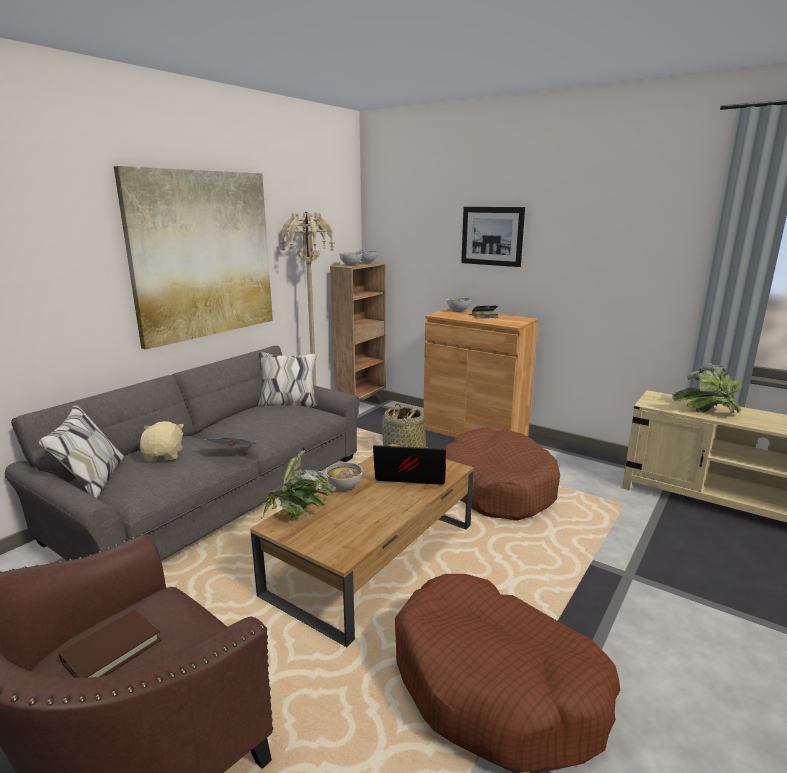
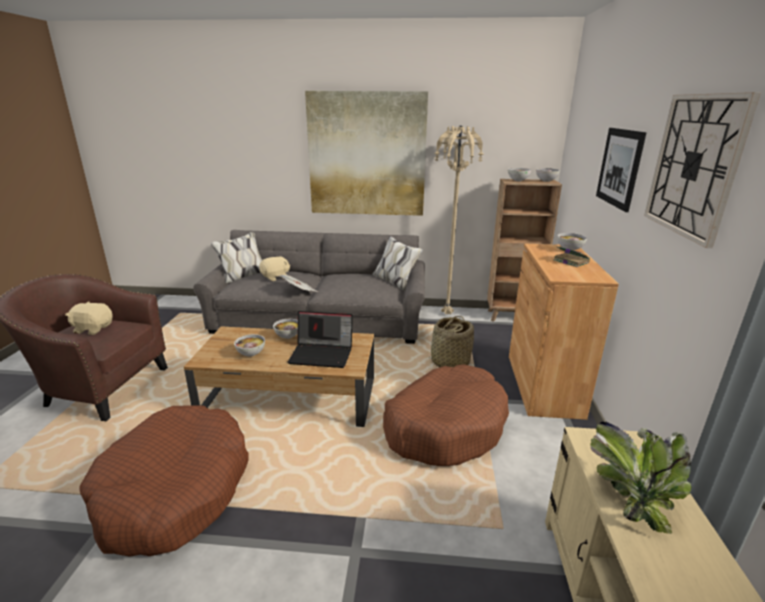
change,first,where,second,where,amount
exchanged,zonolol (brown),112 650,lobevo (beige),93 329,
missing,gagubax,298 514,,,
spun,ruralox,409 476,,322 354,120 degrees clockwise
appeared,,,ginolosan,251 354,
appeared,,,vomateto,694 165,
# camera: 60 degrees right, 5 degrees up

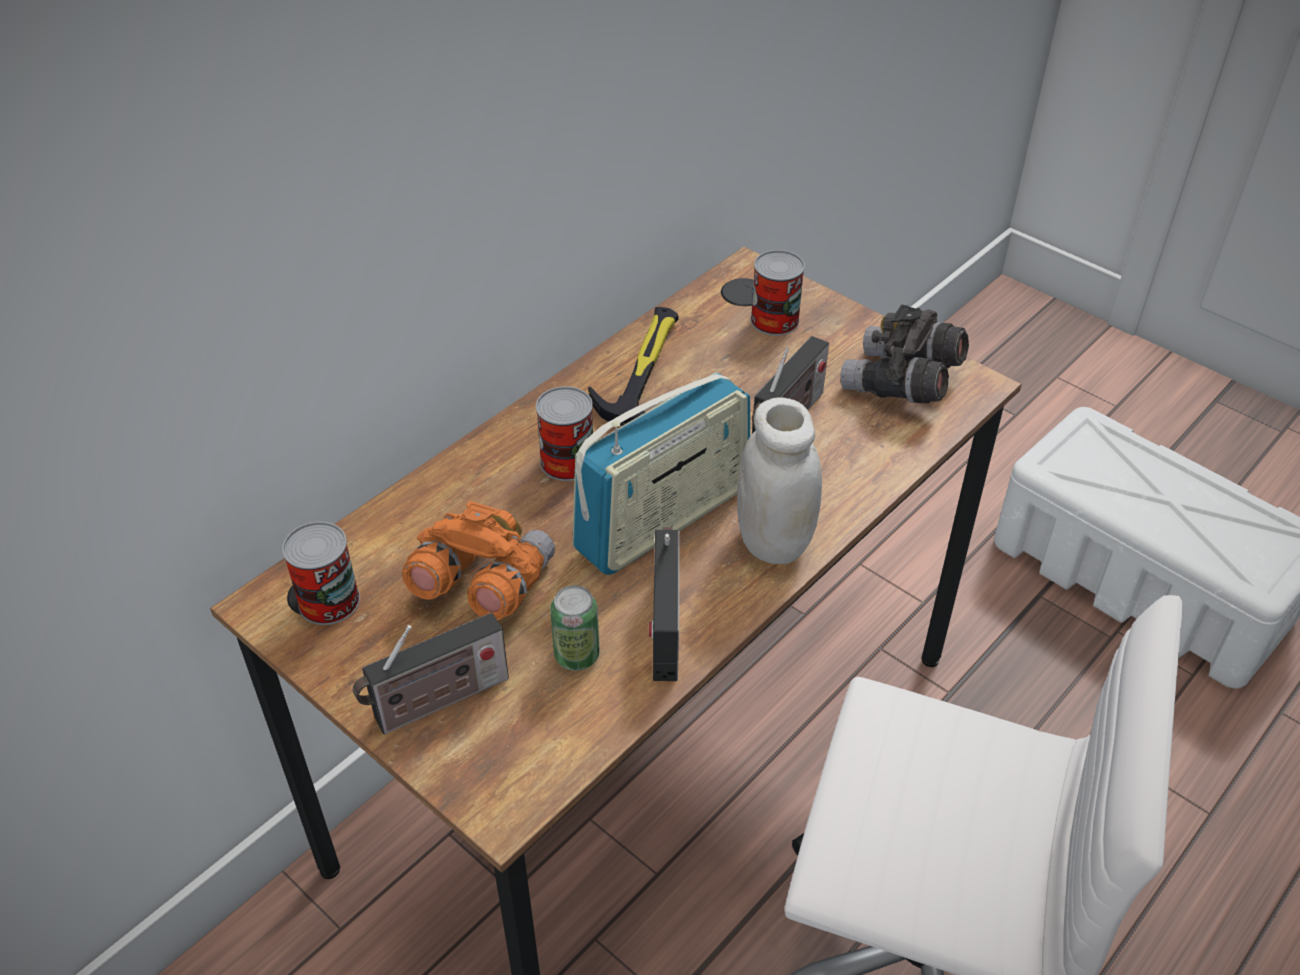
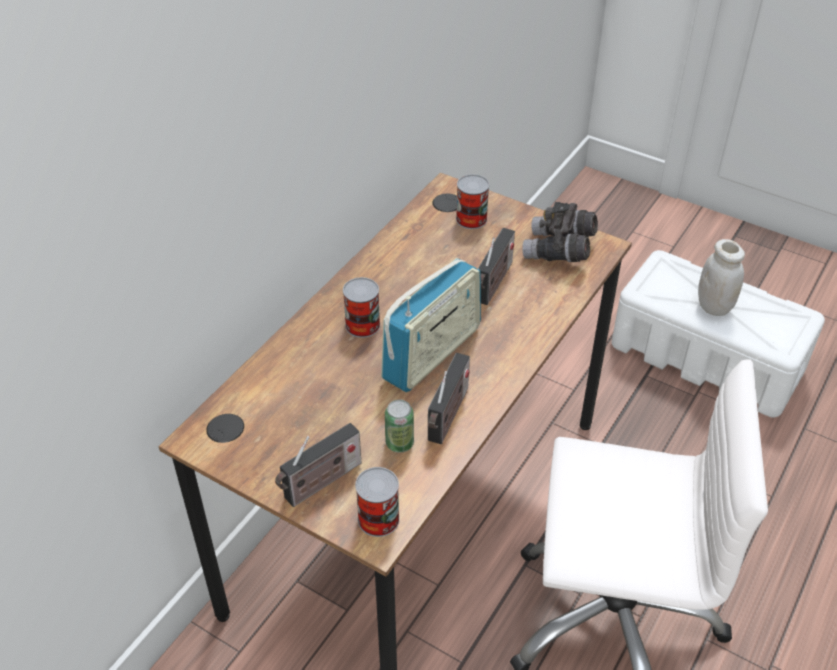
change,first,where,second,where,amount
relocated,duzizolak,329 601,,378 519,
missing,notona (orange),482 585,,,
missing,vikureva,644 369,,,
spun,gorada,663 623,,448 417,150 degrees counterclockwise
relocated,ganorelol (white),774 542,,714 306,
# camera: 10 degrees left, 0 degrees up

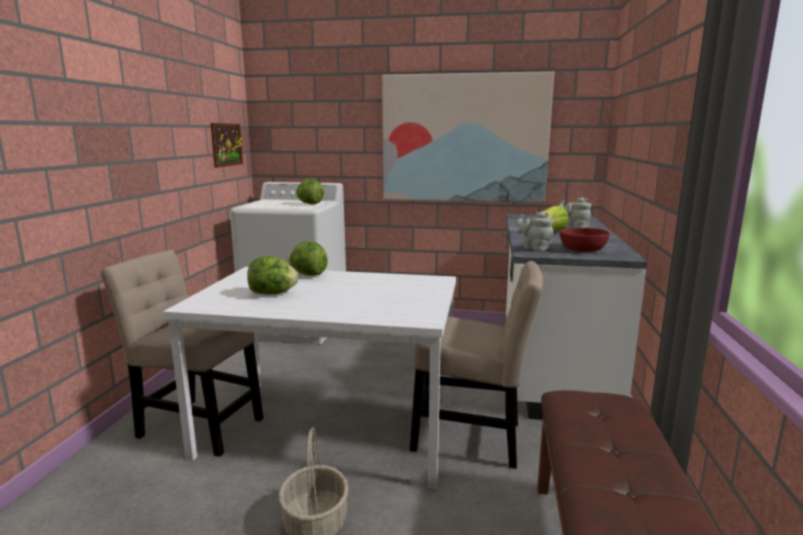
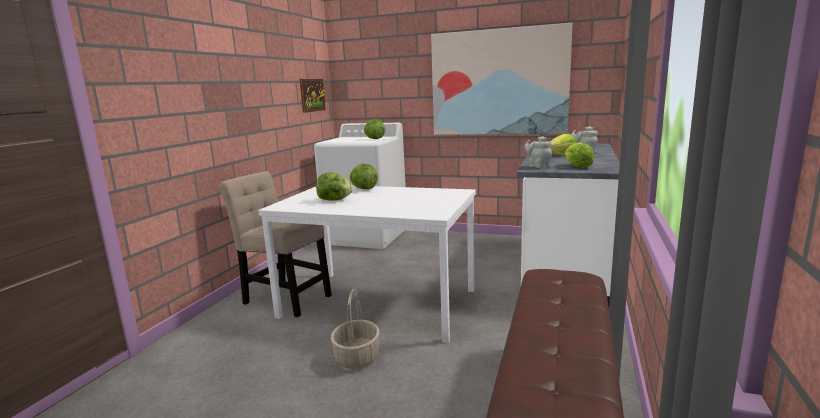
change,first,where,second,where,amount
missing,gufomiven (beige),473 438,,,
exchanged,ginolosan (red),582 249,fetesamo,577 166,
# camera: 10 degrees right, 0 degrees up

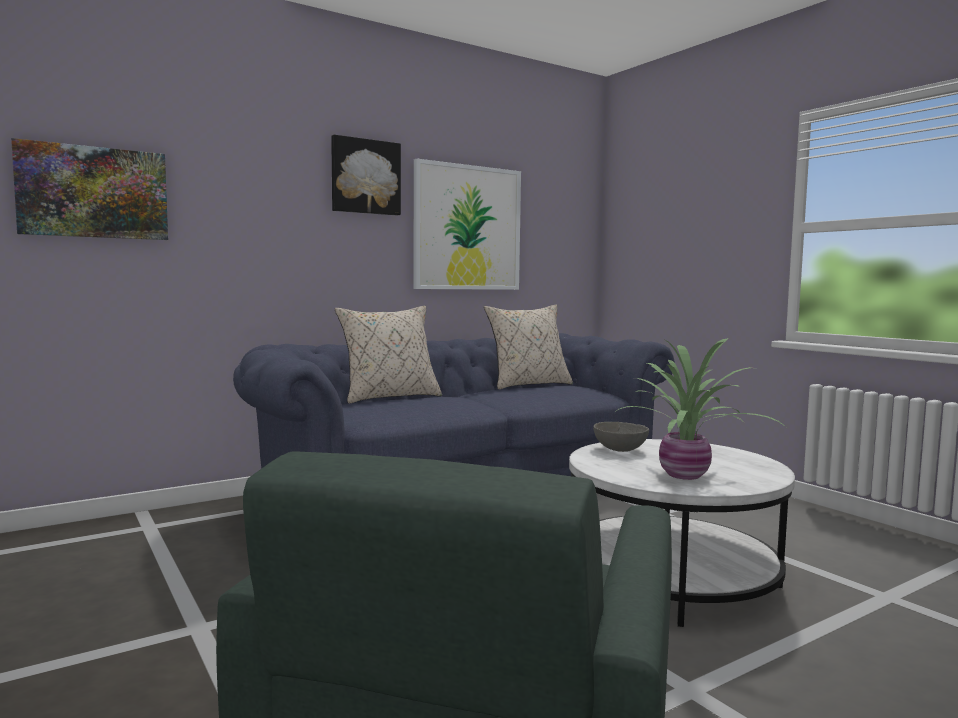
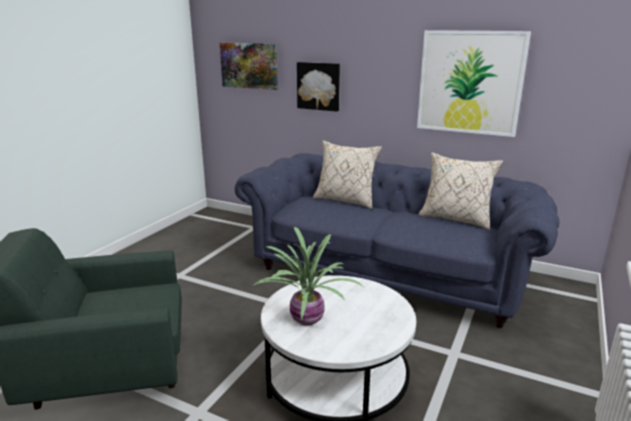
change,first,where,second,where,amount
relocated,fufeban,365 177,,319 86,
missing,ginolosan (grey),619 449,,,
# camera: 60 degrees right, 15 degrees up

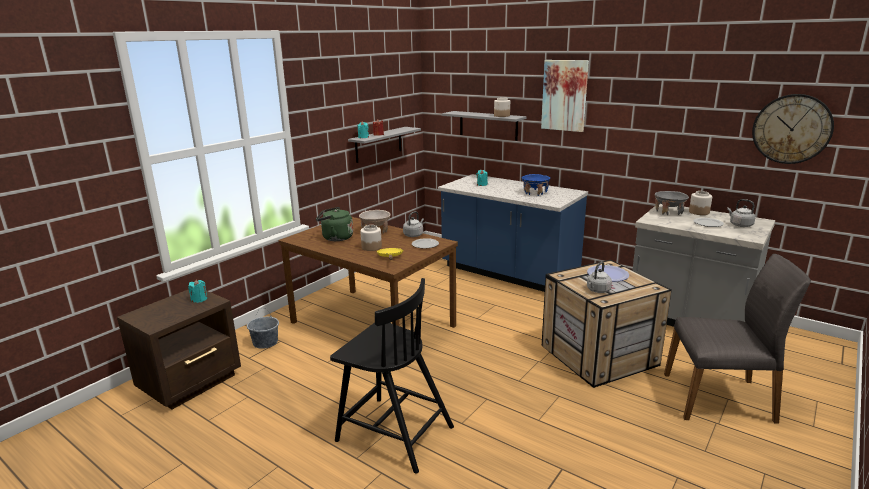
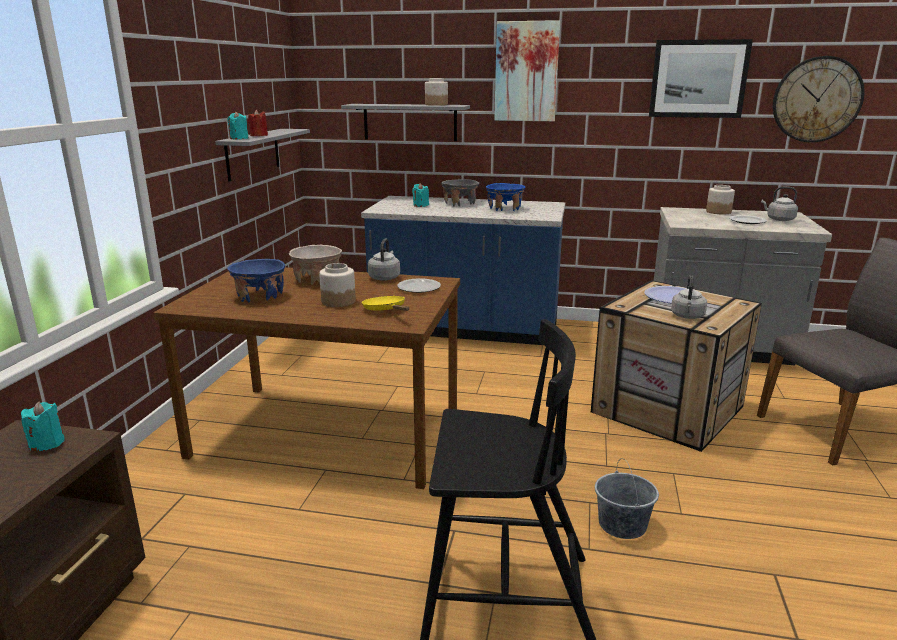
change,first,where,second,where,amount
relocated,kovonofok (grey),265 342,,622 525,
exchanged,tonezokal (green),335 238,ginolosan (blue),259 296,
relocated,ginolosan (grey),669 212,,459 204,
appeared,,,fufeban,698 79,
# camera: 25 degrees left, 0 degrees up

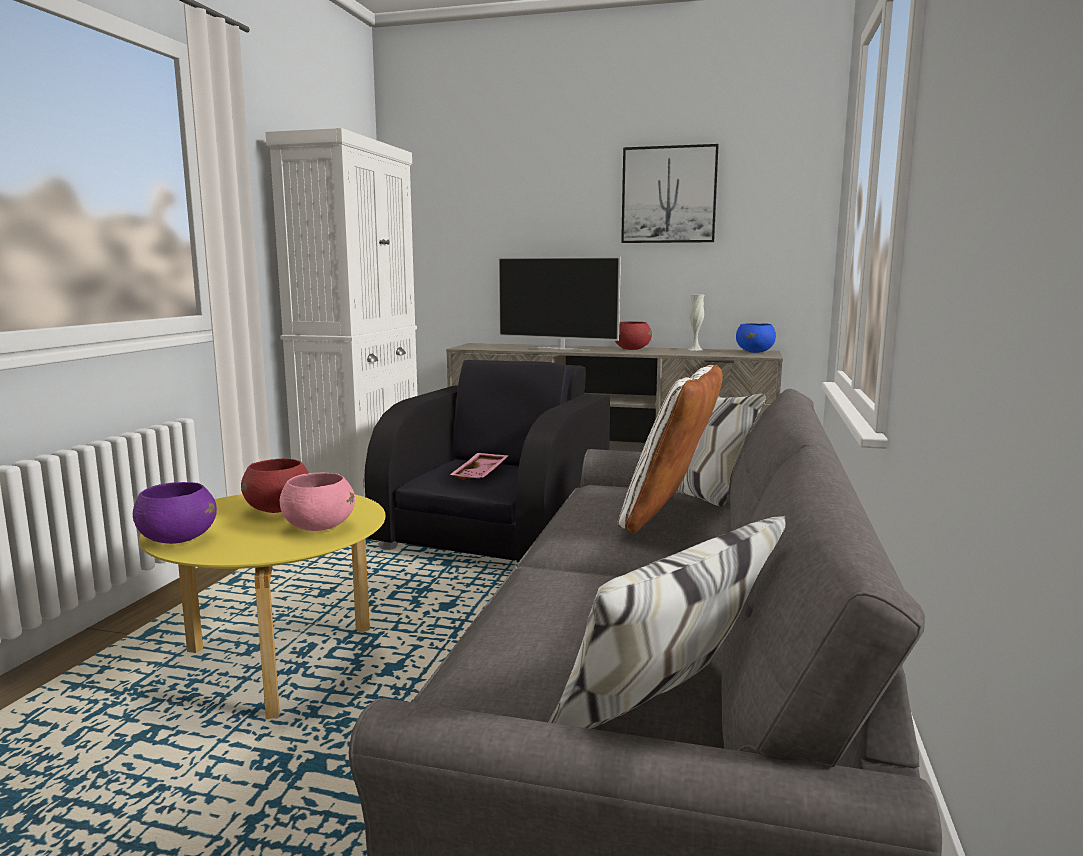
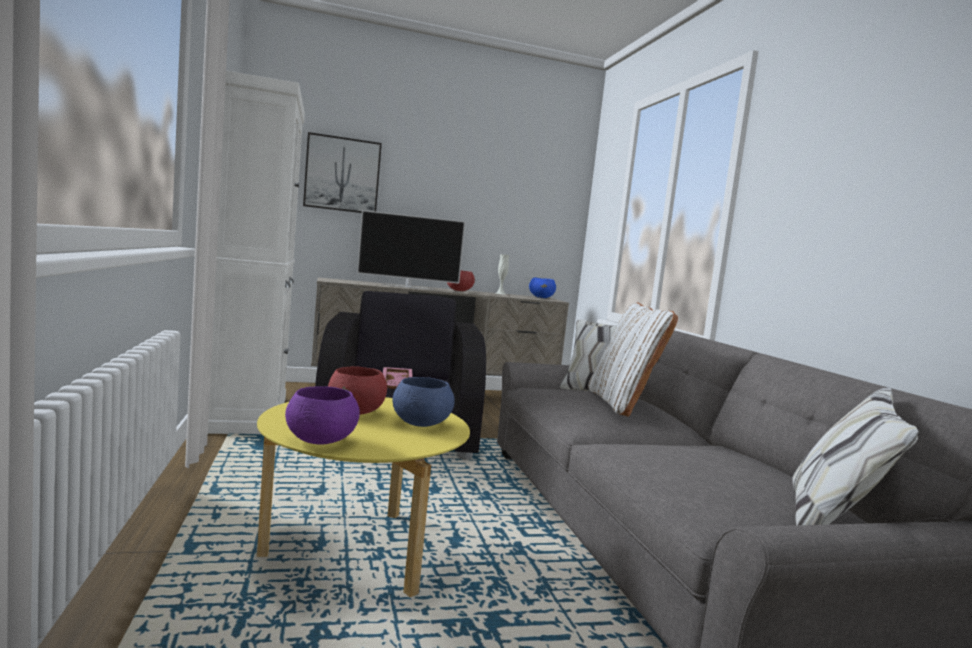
change,first,where,second,where,amount
colour,ginolosan (pink),318 527,ginolosan (blue),421 424,
relocated,fufeban,669 195,,342 174,
# camera: 30 degrees left, 5 degrees down

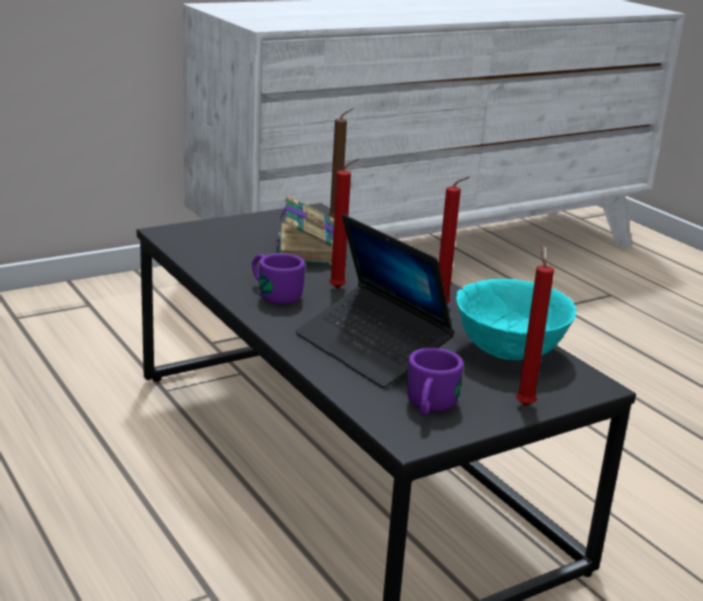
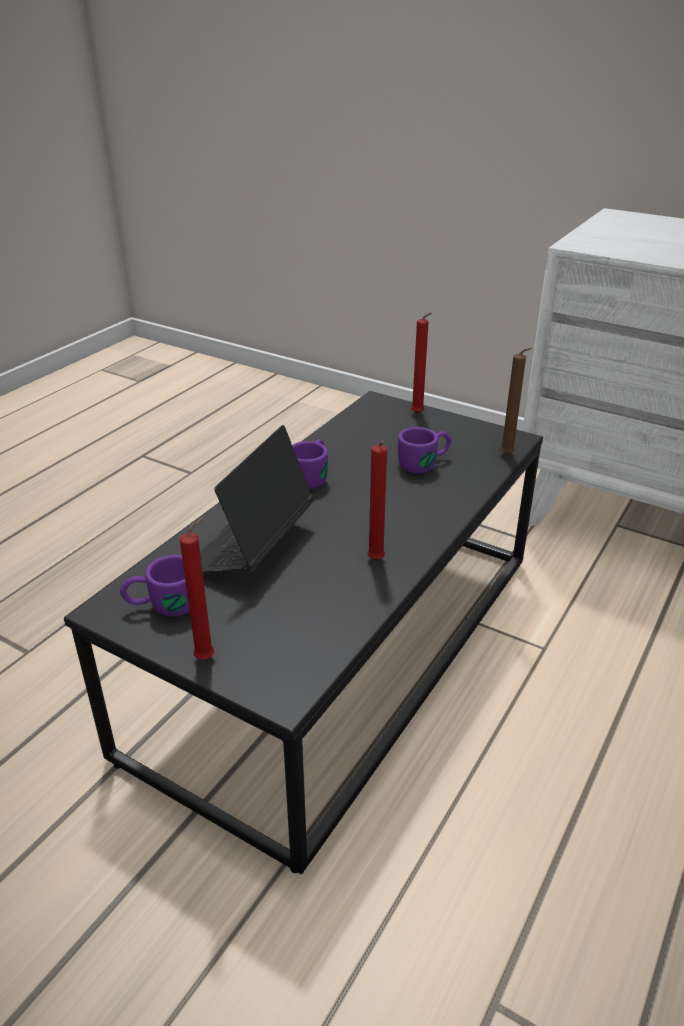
change,first,where,second,where,amount
exchanged,zonolol,310 249,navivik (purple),425 463,
relocated,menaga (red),340 288,,418 414,
missing,ginolosan (turquoise),510 351,,,
# camera: 65 degrees right, 10 degrees up

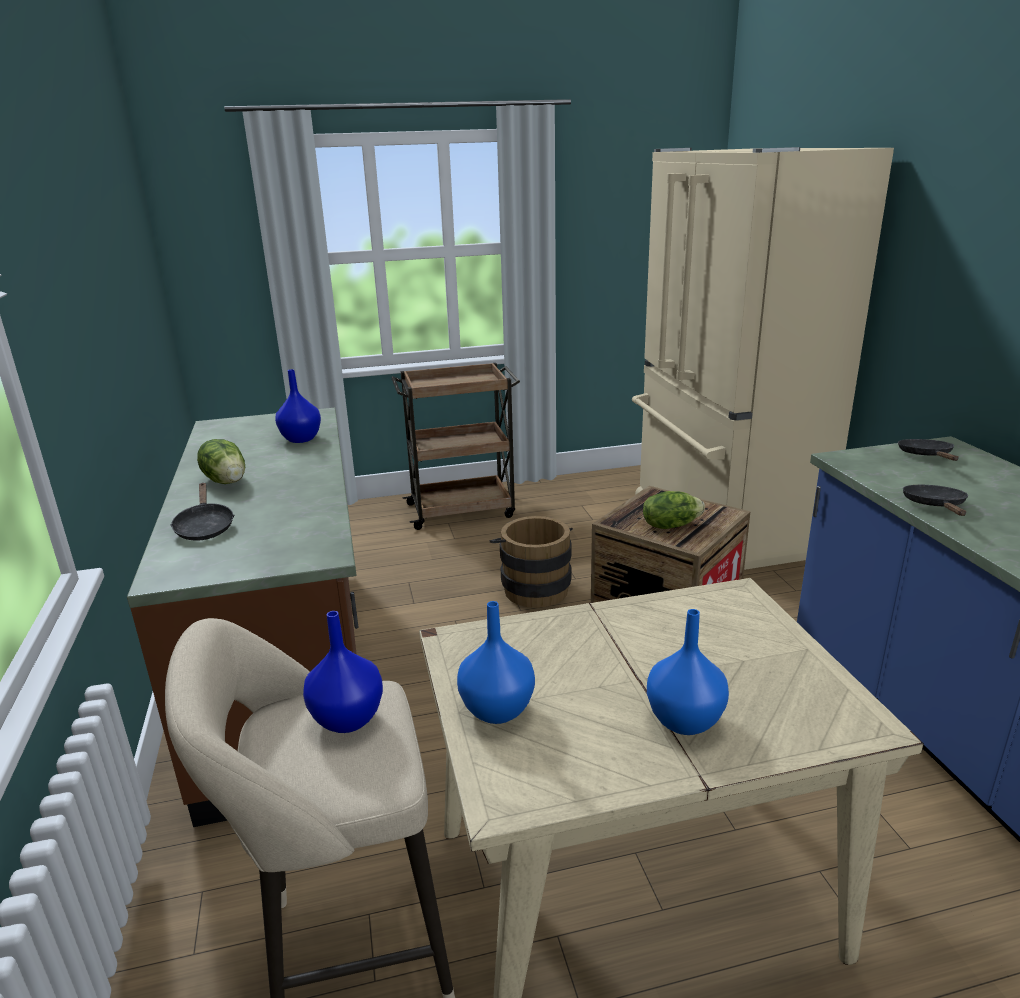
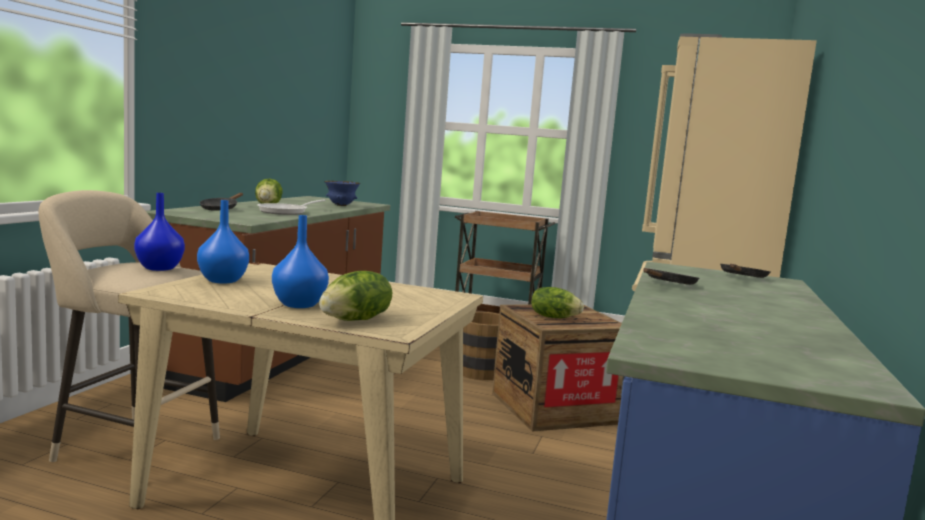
change,first,where,second,where,amount
exchanged,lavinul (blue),301 438,ginolosan (blue),341 205,
appeared,,,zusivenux,286 212,
appeared,,,fetesamo,356 320,
# camera: 30 degrees right, 15 degrees down

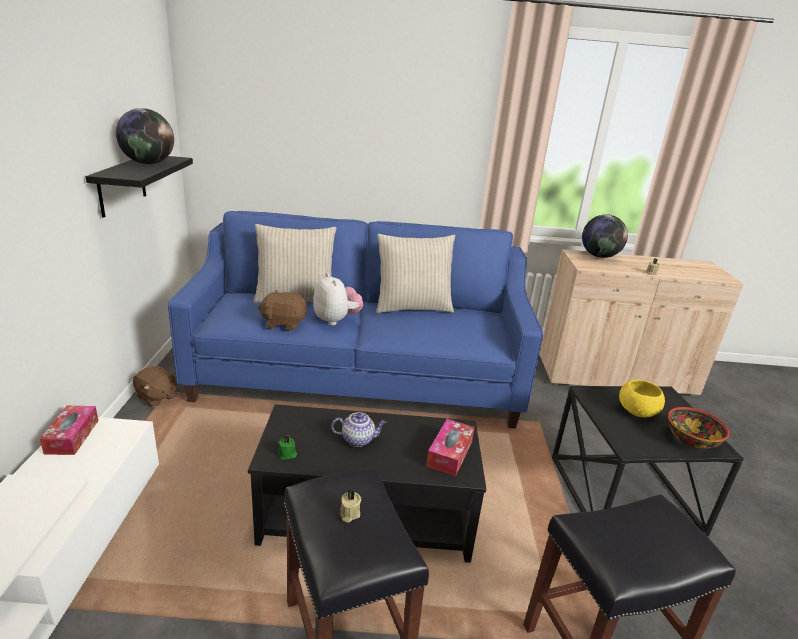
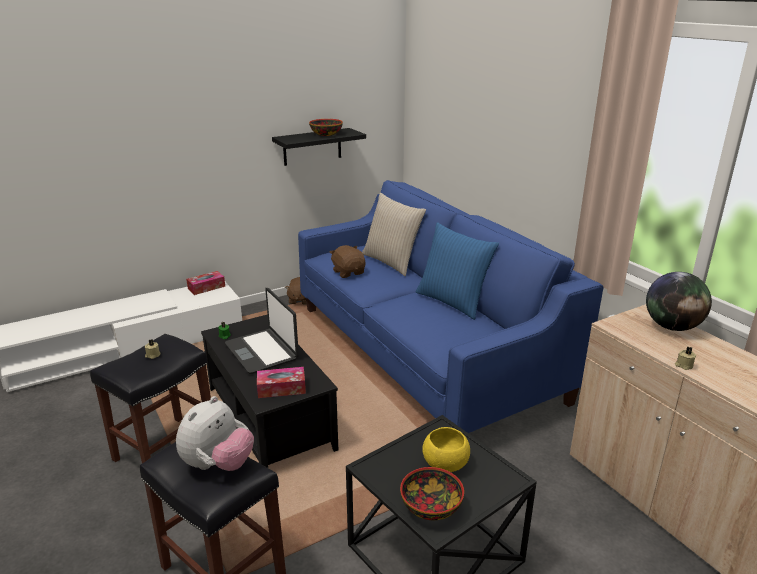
change,first,where,second,where,amount
exchanged,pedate,148 163,ginolosan,326 134,
relocated,lobevo,336 320,,218 464,
exchanged,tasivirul,358 439,ruralox,262 351,
colour,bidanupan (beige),412 307,bidanupan (blue),453 302,
# camera: 60 degrees right, 0 degrees up

